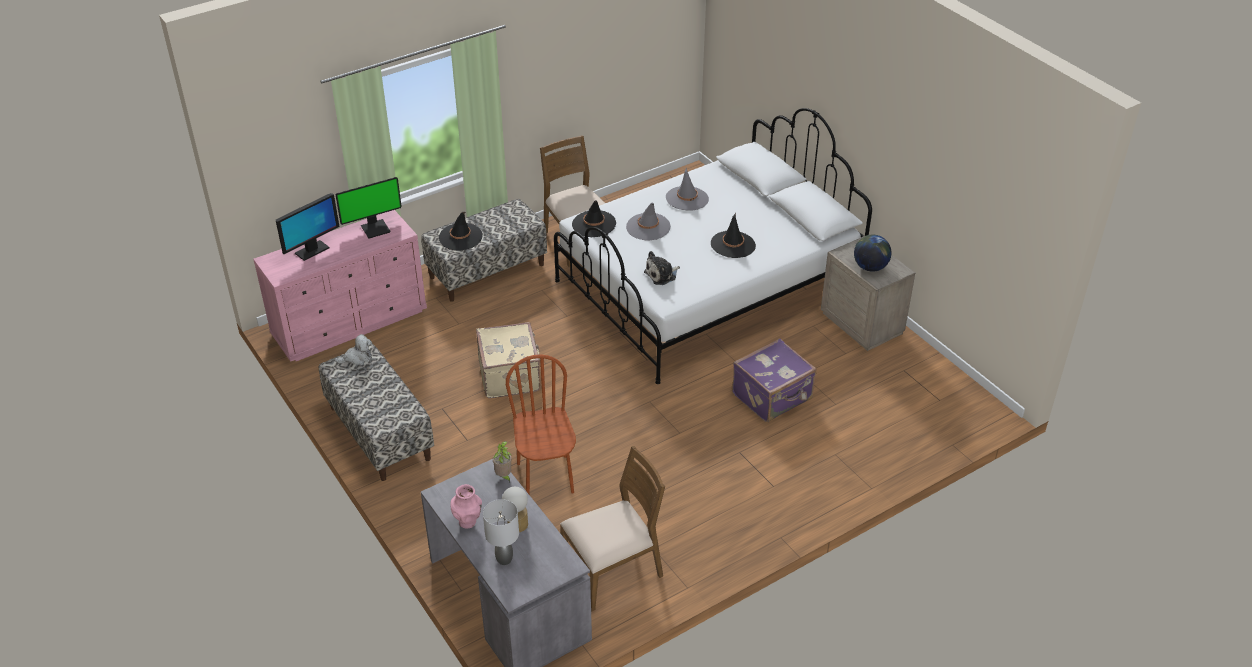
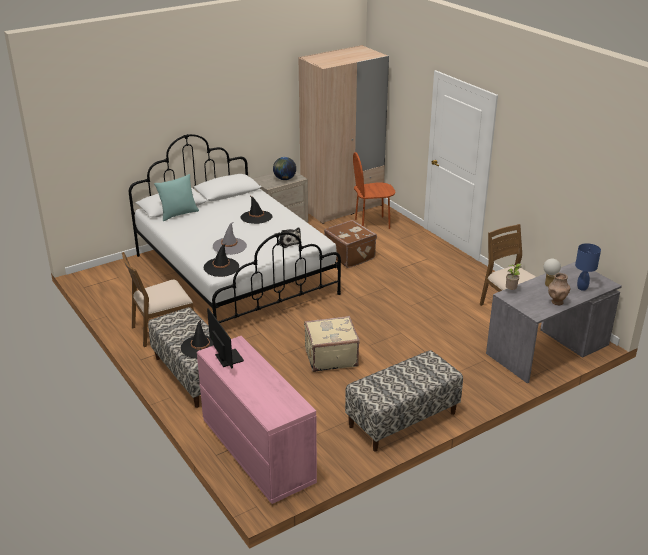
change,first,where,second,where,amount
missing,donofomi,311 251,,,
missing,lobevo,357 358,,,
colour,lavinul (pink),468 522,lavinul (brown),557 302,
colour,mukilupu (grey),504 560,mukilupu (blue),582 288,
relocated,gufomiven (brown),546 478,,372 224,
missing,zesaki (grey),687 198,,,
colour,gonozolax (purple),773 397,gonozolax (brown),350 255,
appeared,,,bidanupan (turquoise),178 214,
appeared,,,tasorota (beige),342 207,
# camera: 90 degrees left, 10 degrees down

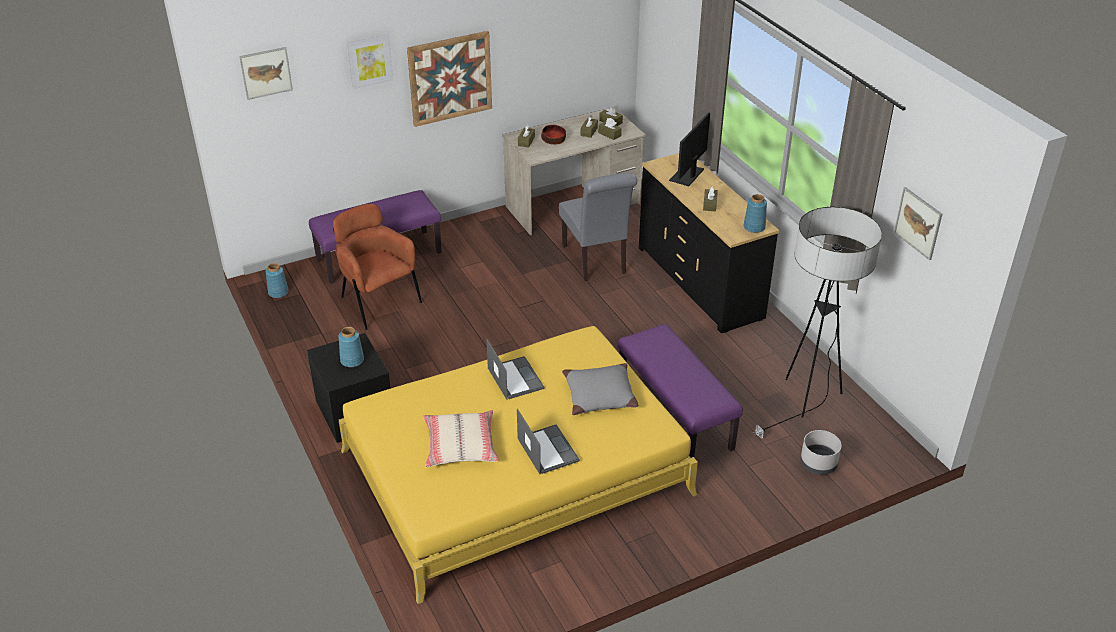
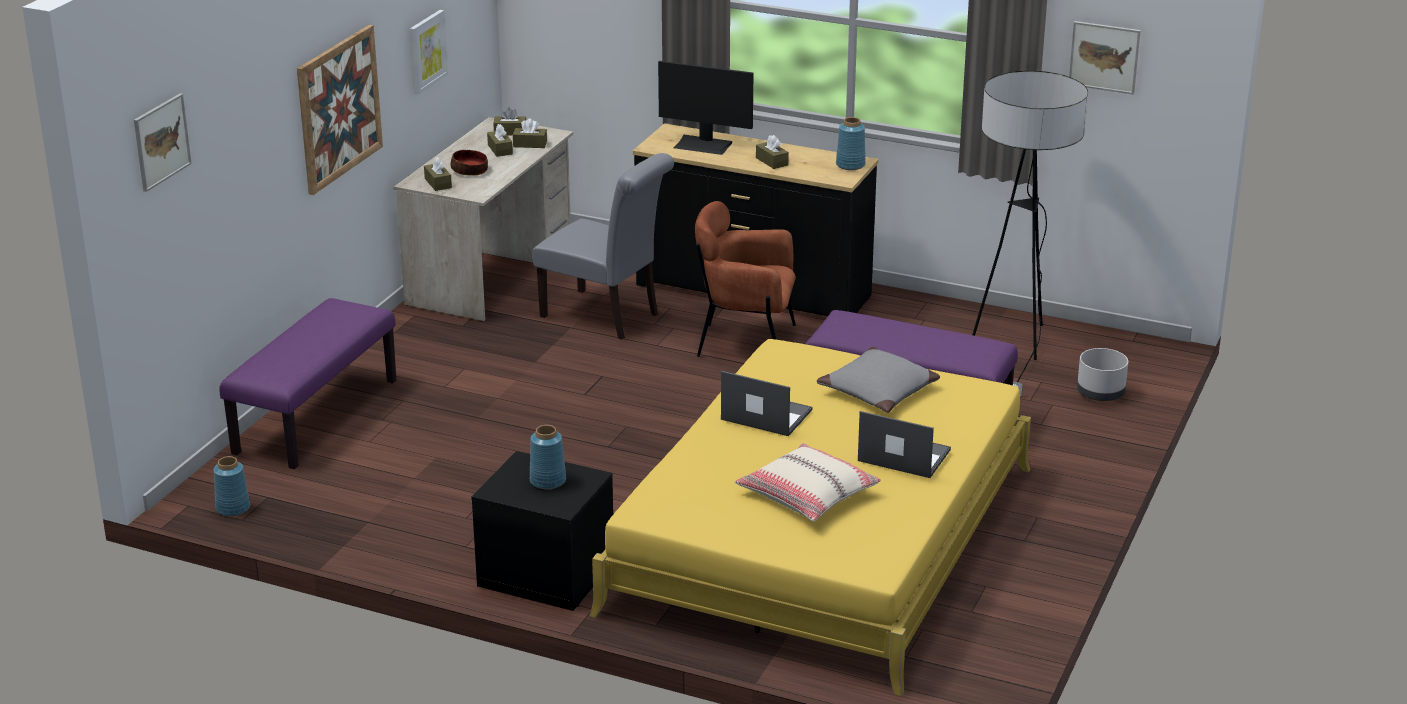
change,first,where,second,where,amount
relocated,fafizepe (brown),377 302,,746 344,
relocated,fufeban,370 61,,427 51,
spun,donofomi,687 175,,703 145,60 degrees counterclockwise
# camera: 40 degrees left, 10 degrees down

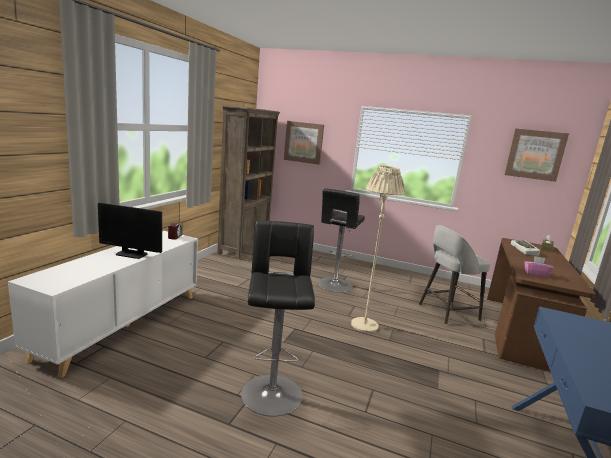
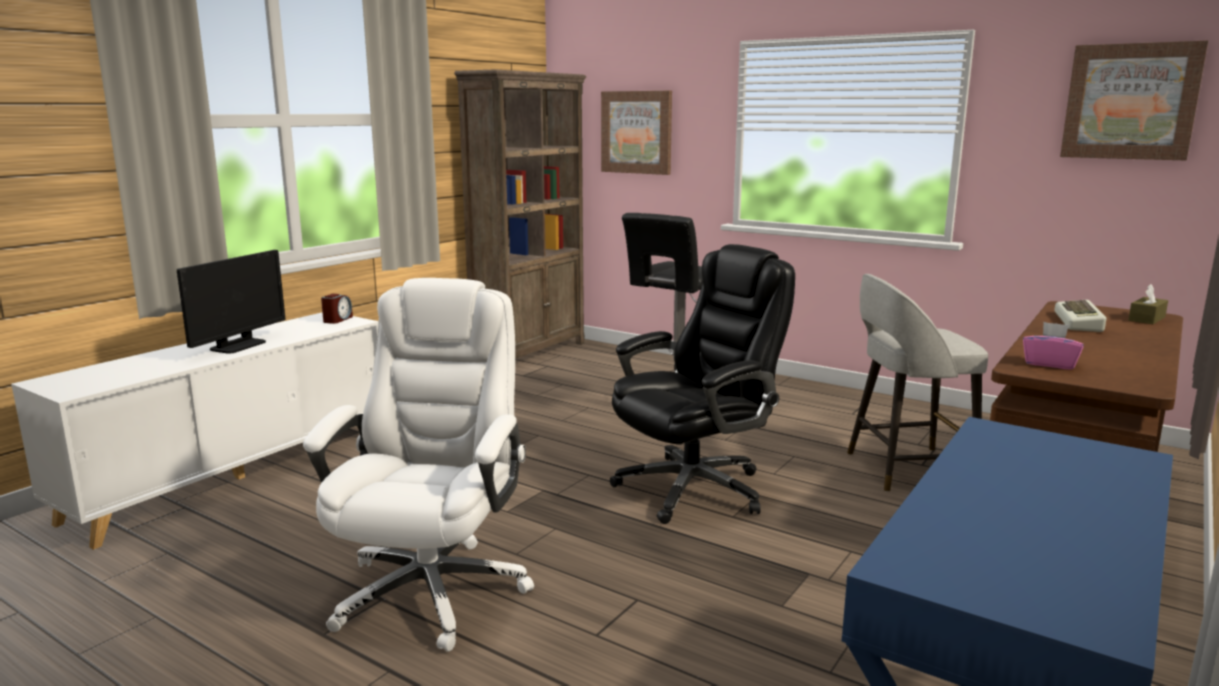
change,first,where,second,where,amount
spun,donofomi,132 254,,238 346,90 degrees counterclockwise
exchanged,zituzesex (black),271 391,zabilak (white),432 589,
exchanged,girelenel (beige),364 325,zabilak (black),695 488,
# camera: 15 degrees right, 0 degrees up

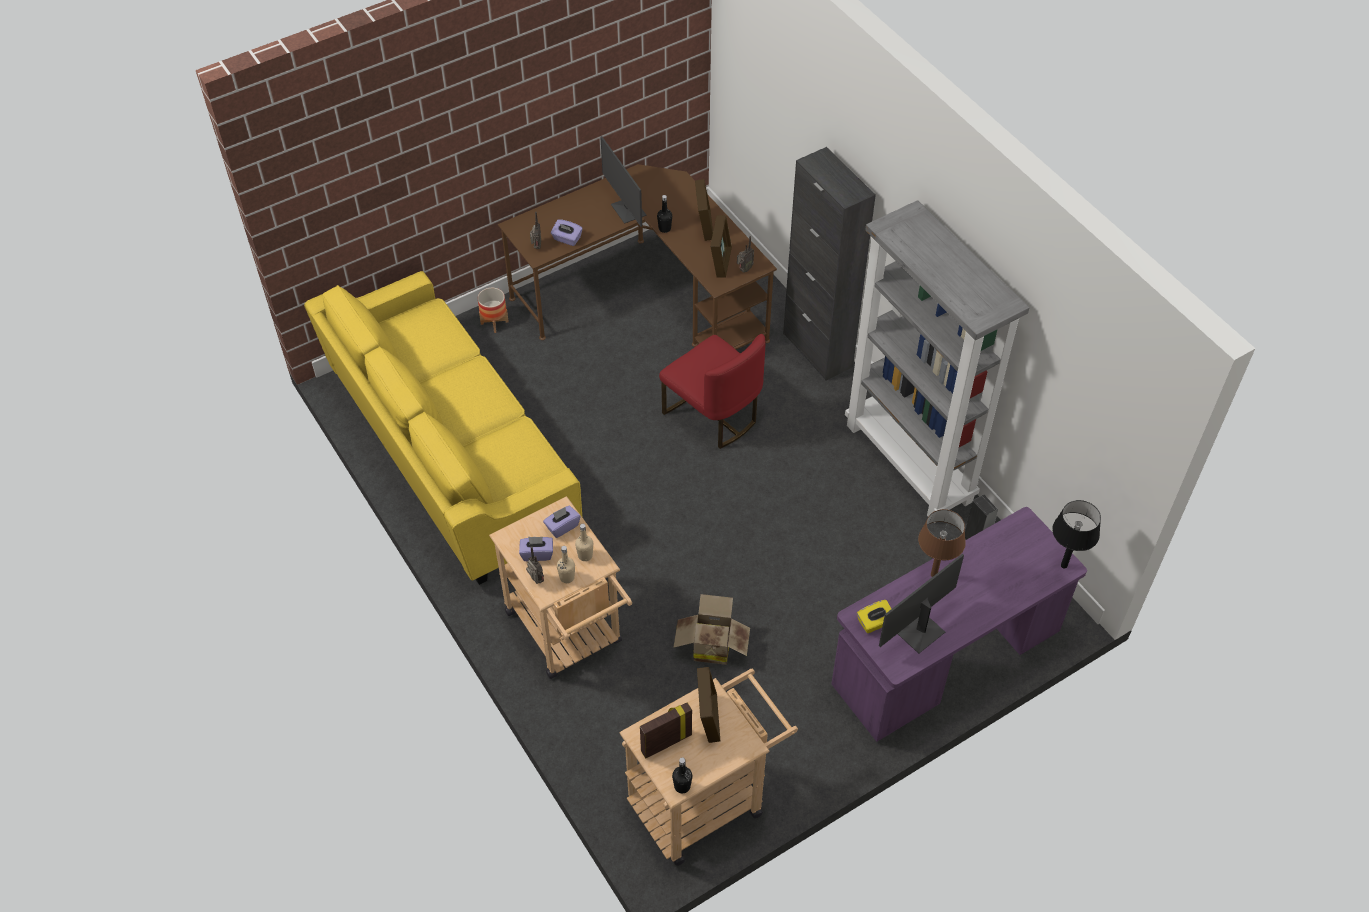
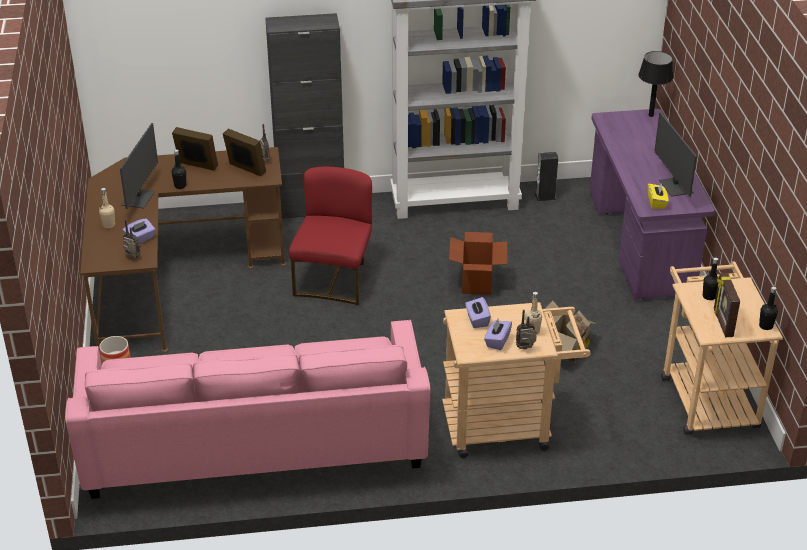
change,first,where,second,where,amount
colour,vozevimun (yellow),451 453,vozevimun (pink),254 445,
relocated,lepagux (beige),585 555,,109 225,
spun,donofomi,627 210,,139 198,75 degrees counterclockwise
spun,gufomiven (red),713 415,,334 280,60 degrees counterclockwise
exchanged,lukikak,708 718,lepagux (black),709 296,
missing,mukilupu (brown),934 574,,,
appeared,,,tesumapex,476 283,
# camera: 65 degrees left, 15 degrees down

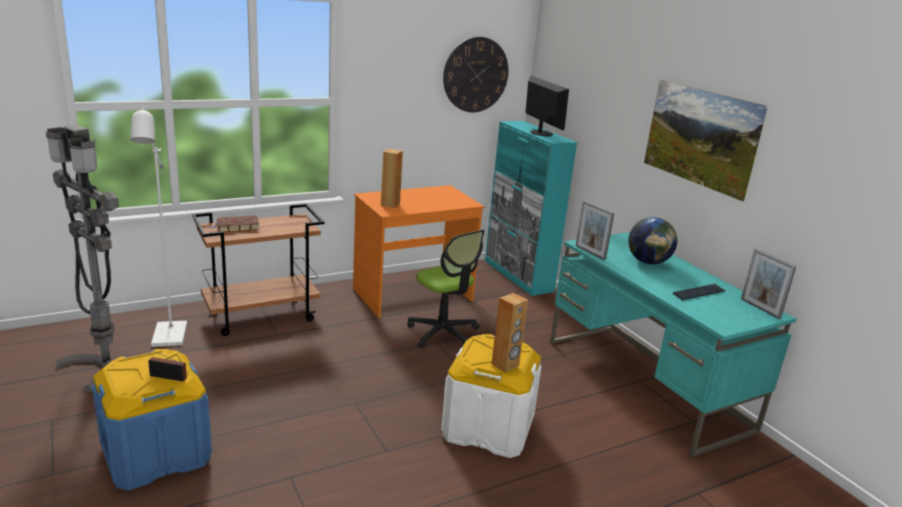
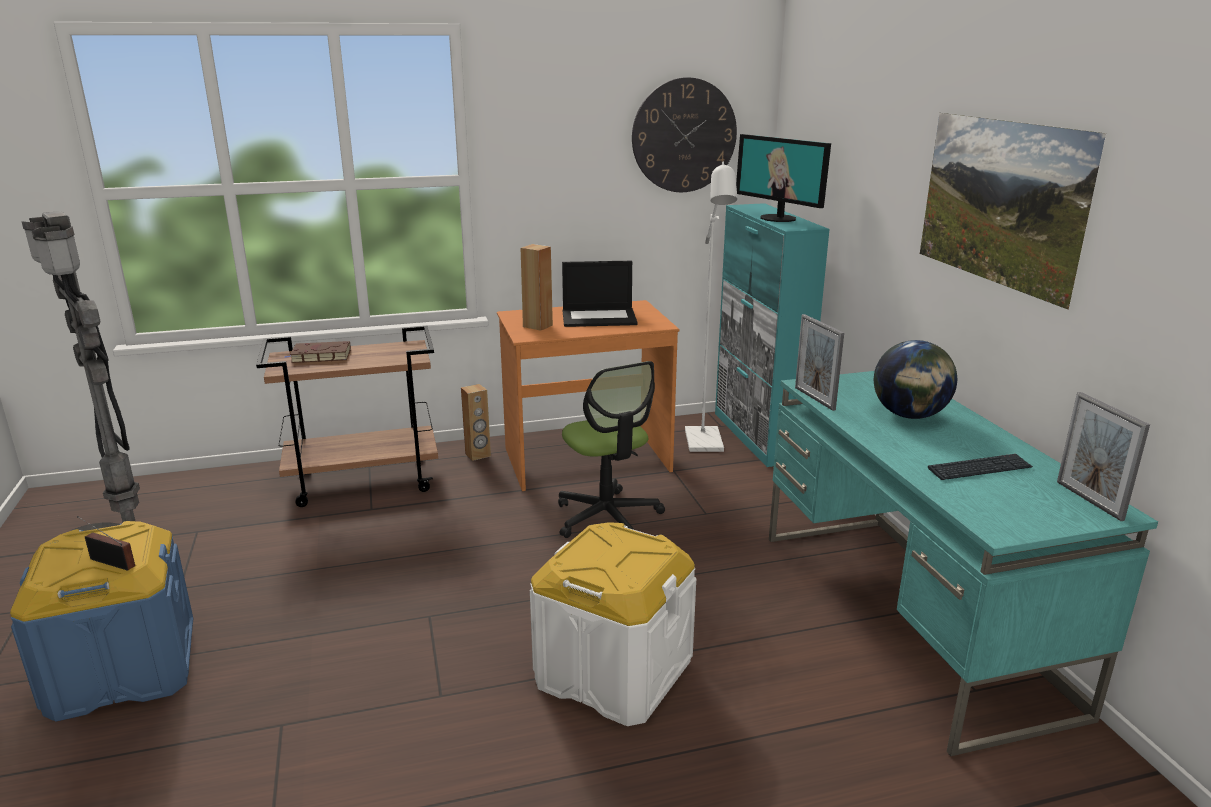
change,first,where,second,where,amount
relocated,girelenel (white),169 339,,705 445,
relocated,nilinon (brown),505 365,,478 455,
spun,donofomi,541 133,,778 218,150 degrees clockwise
appeared,,,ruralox,600 318,
# camera: 15 degrees right, 0 degrees up

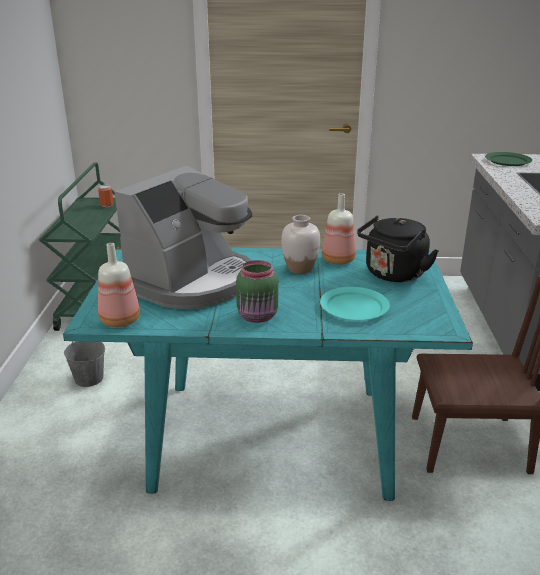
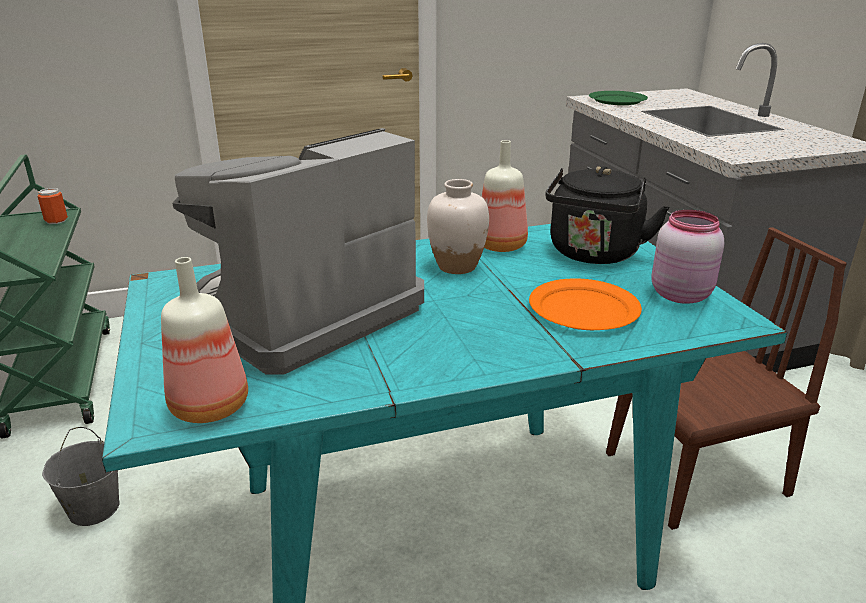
change,first,where,second,where,amount
spun,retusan,193 282,,302 313,150 degrees counterclockwise
missing,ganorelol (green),258 316,,,
colour,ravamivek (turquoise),354 306,ravamivek (orange),583 309,
appeared,,,ganorelol (pink),680 294,
# camera: 20 degrees left, 0 degrees up

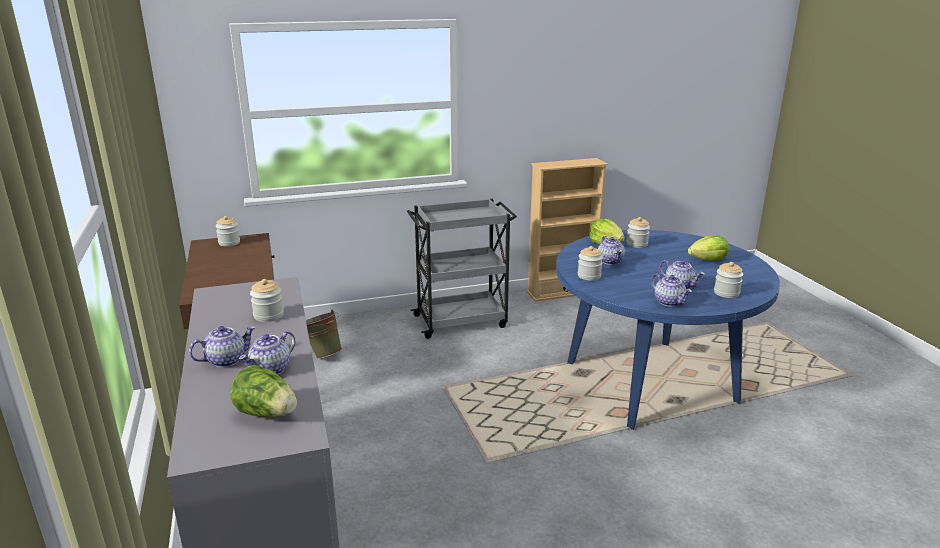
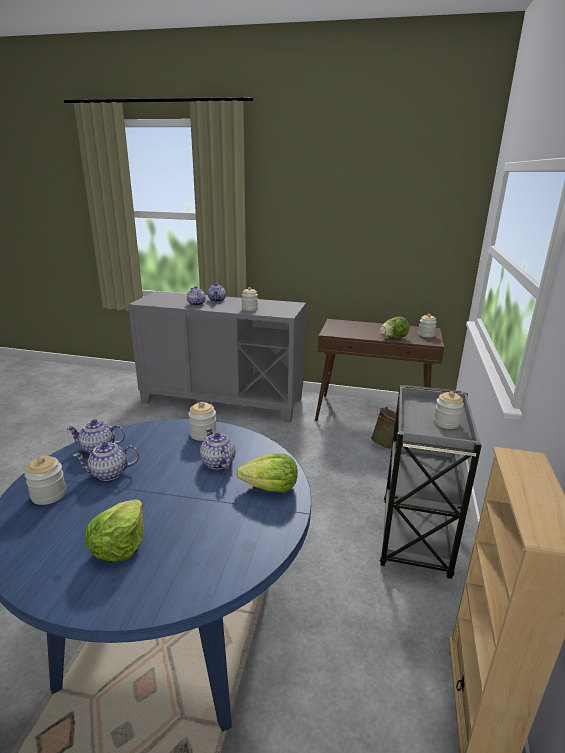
change,first,where,second,where,amount
relocated,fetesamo,267 413,,393 338,
spun,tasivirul,610 261,,217 462,45 degrees clockwise
relocated,ganorelol,637 244,,446 423,
# camera: 120 degrees right, 0 degrees up

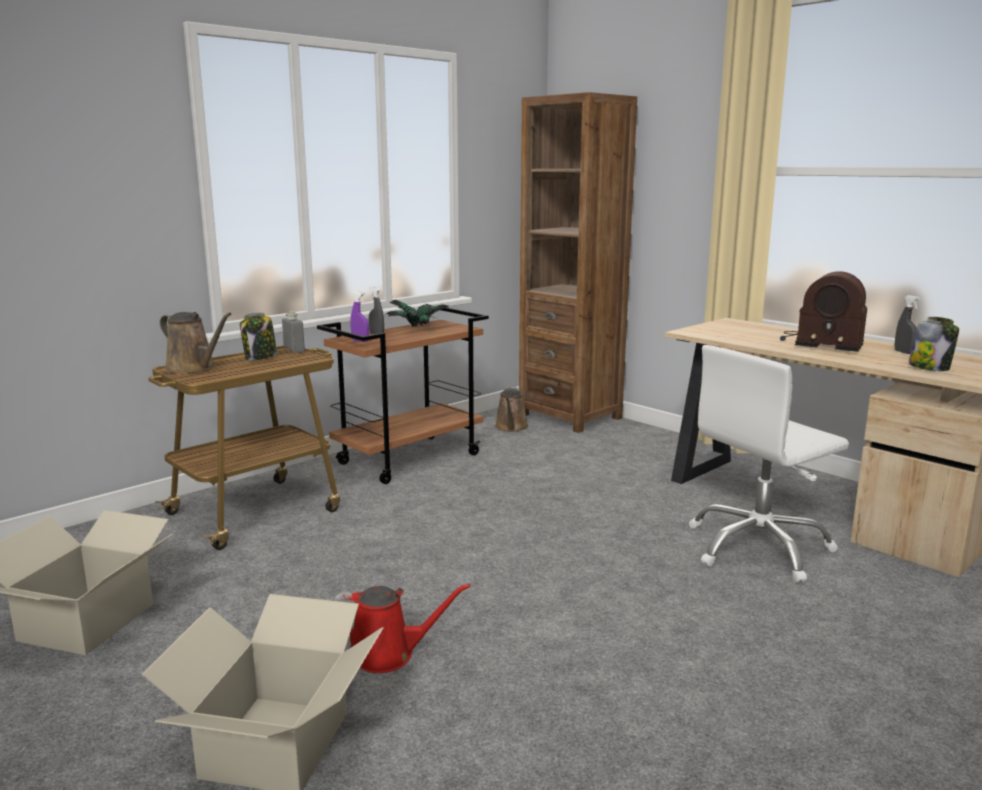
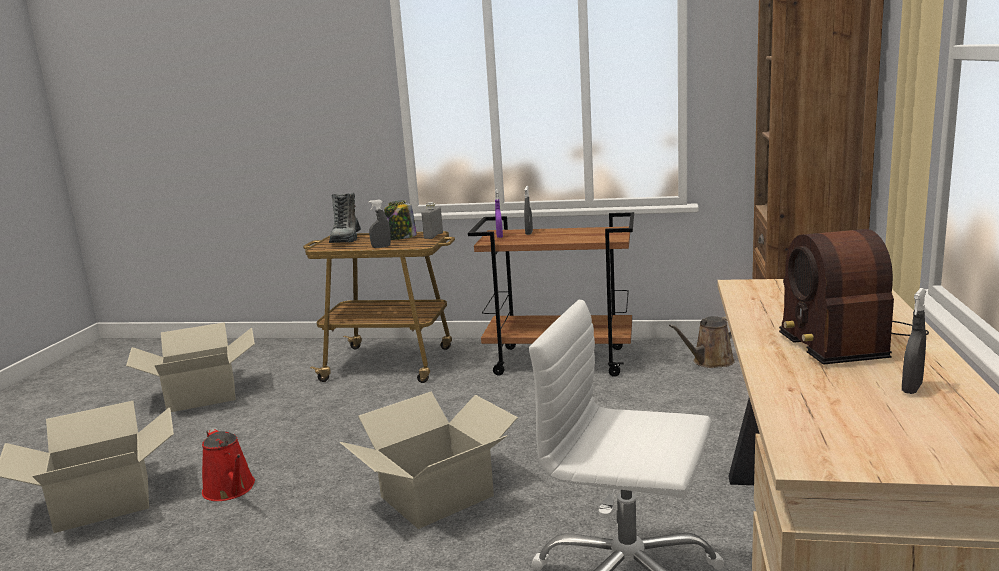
change,first,where,second,where,amount
exchanged,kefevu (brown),194 368,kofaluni,346 238,
missing,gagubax,419 328,,,
missing,ganorelol,930 367,,,
appeared,,,tesumapex,437 496,
appeared,,,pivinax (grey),381 247,
# camera: 55 degrees right, 0 degrees up

